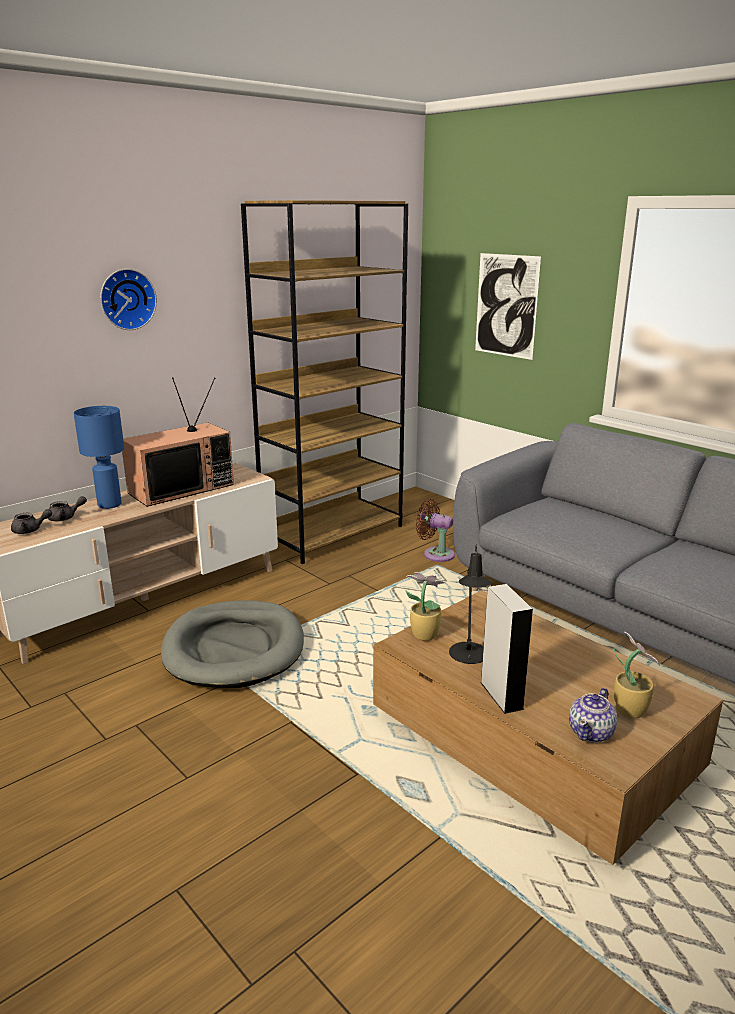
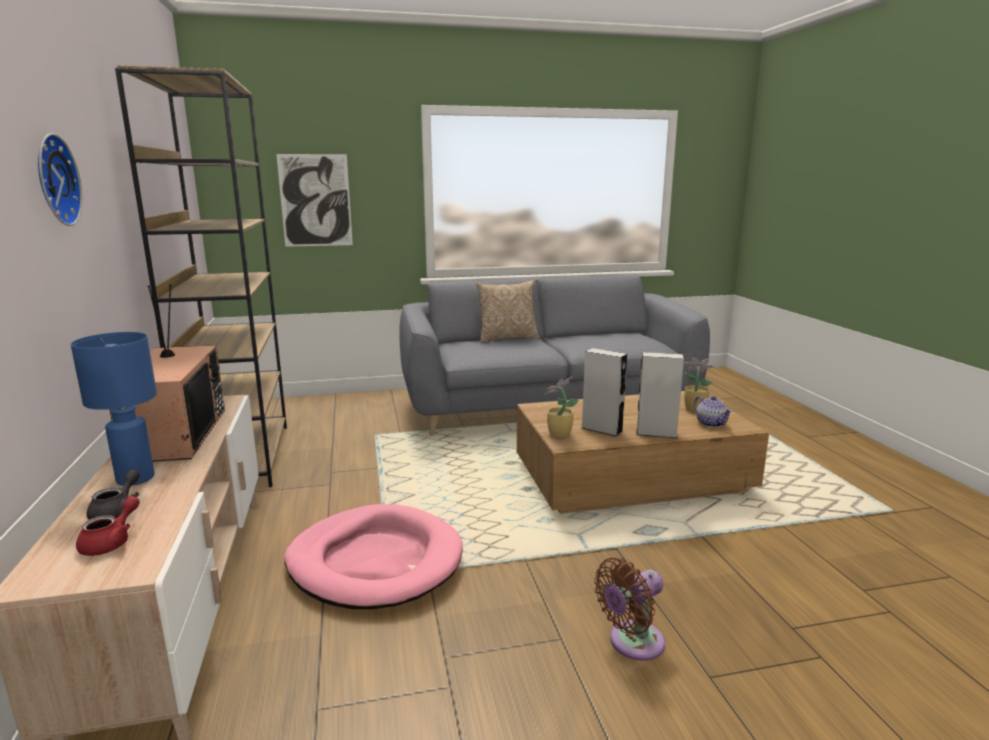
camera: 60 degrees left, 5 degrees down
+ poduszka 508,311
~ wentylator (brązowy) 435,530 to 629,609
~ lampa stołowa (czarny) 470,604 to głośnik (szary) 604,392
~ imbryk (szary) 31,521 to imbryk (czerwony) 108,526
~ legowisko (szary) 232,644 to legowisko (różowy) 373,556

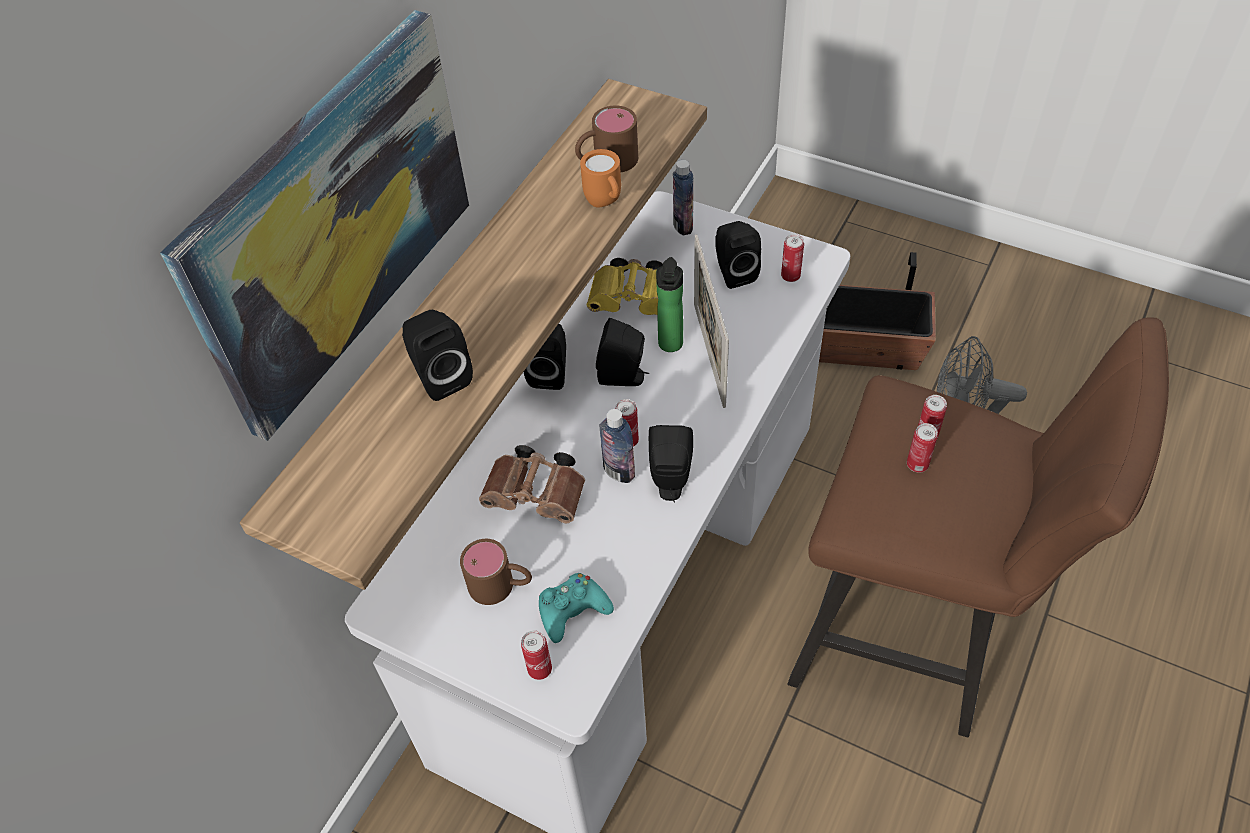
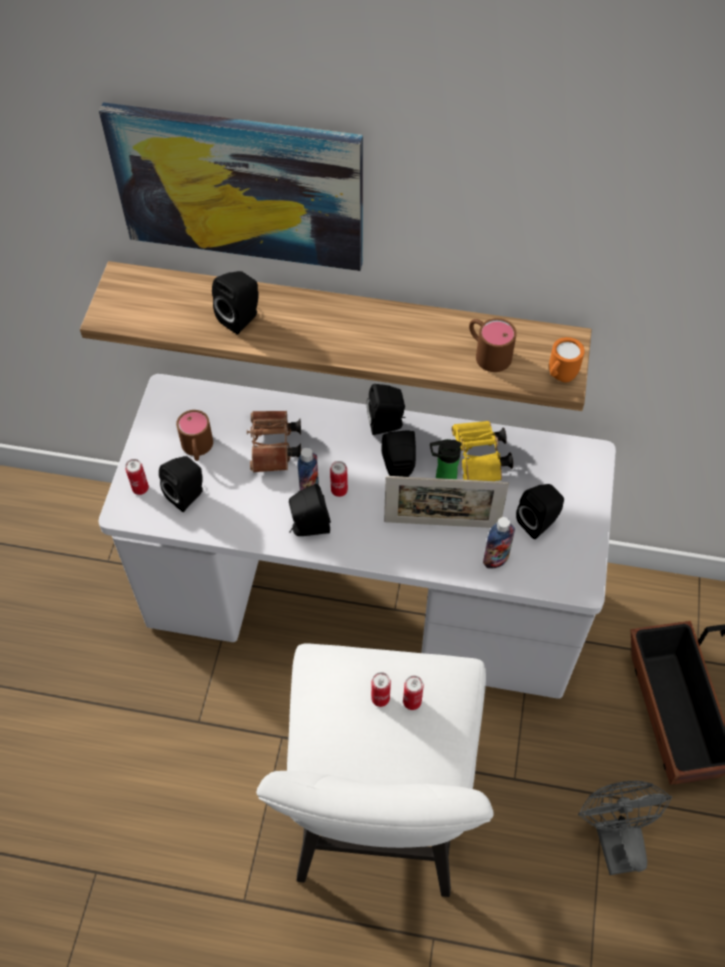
camera: 70 degrees right, 5 degrees up
- puszka 792,258
~ kubek (pomarańczowy) 600,178 to 567,359
~ butelka 683,198 to 499,543
~ pad do gier (turkusowy) 576,608 to głośnik (czarny) 181,484
~ stołek (brązowy) 978,527 to stołek (biały) 375,770
~ ramka na zdjęcie 711,321 = 446,502 150 degrees counterclockwise

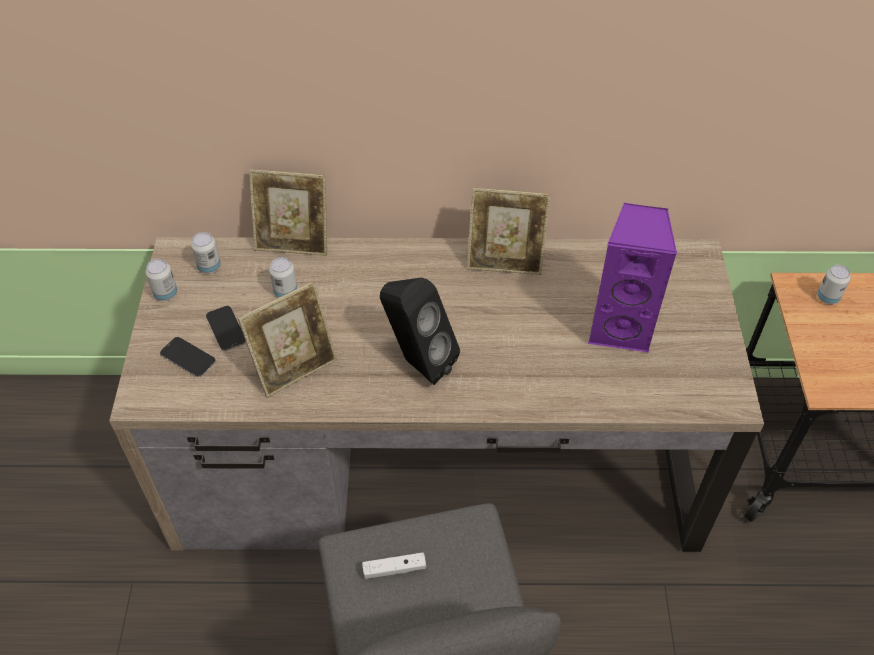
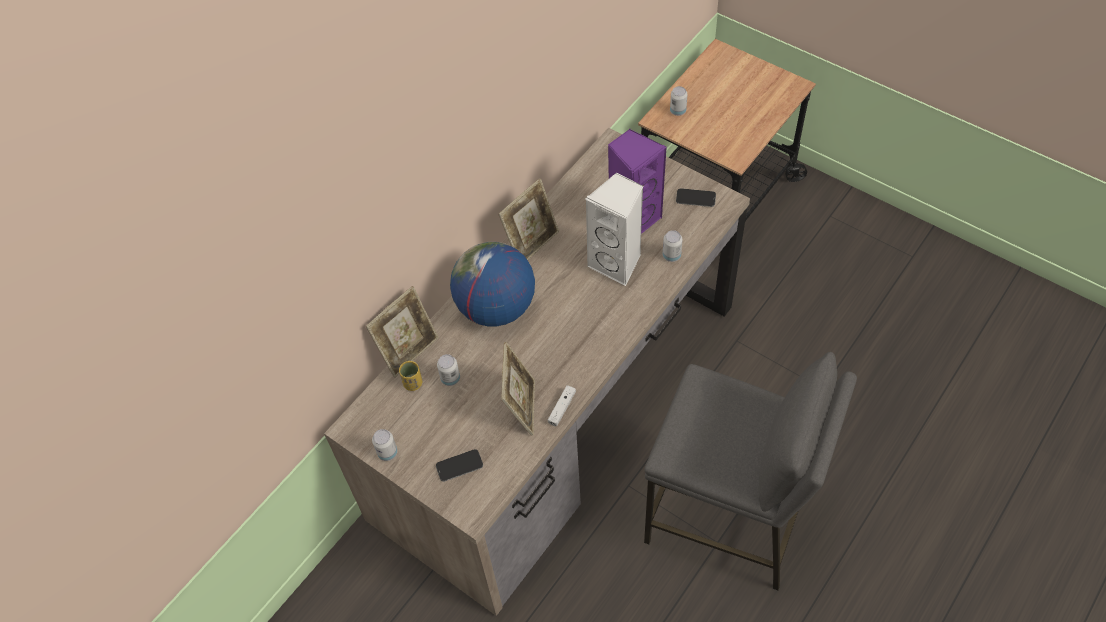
camera: 50 degrees left, 5 degrees up
- głośnik (czarny) 420,331
+ filiżanka (żółty) 410,376
+ globus 492,284
+ głośnik (biały) 614,229
~ puszka 206,253 to 672,246
~ telefon 226,328 to 696,197
~ pad do gier (biały) 394,565 to 562,405

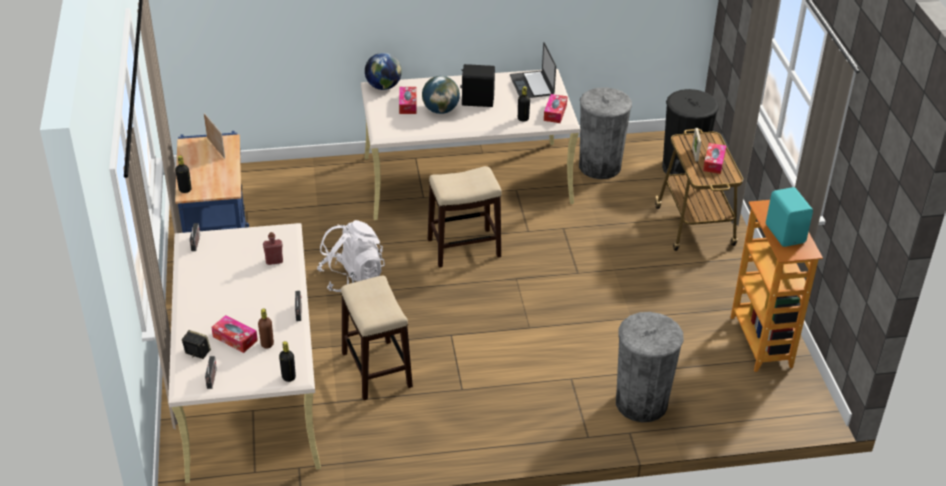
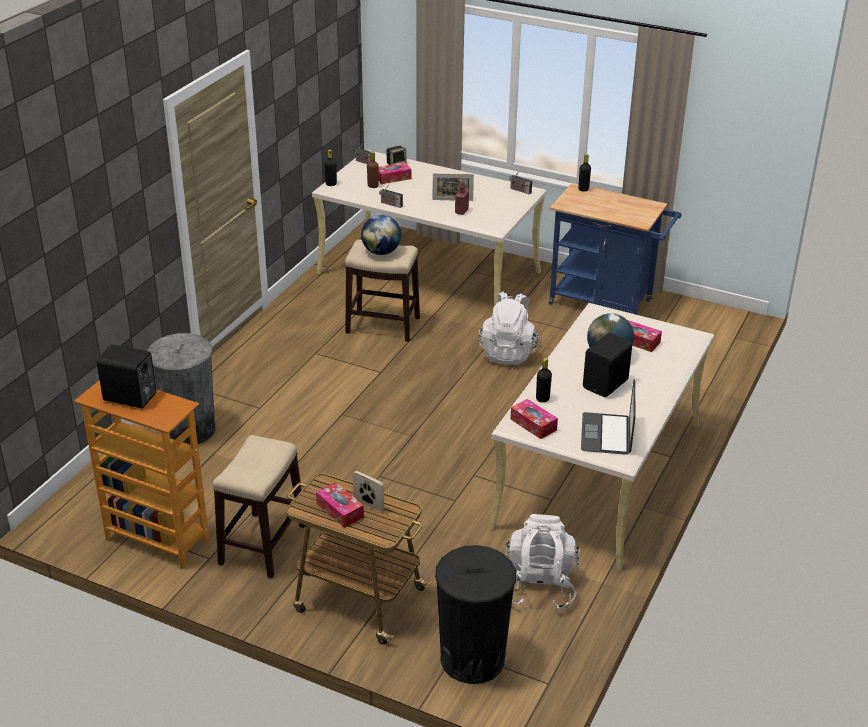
camera: 125 degrees right, 5 degrees down
~ ramka na zdjęcie 214,136 to 453,187
~ globus 383,71 to 381,235
~ stołek 465,217 to 259,506
~ kosz na śmieci (szary) 605,133 to plecak (biały) 542,562
~ głośnik (turkusowy) 789,217 to głośnik (czarny) 126,376
~ laptop 533,70 = 608,417 105 degrees counterclockwise

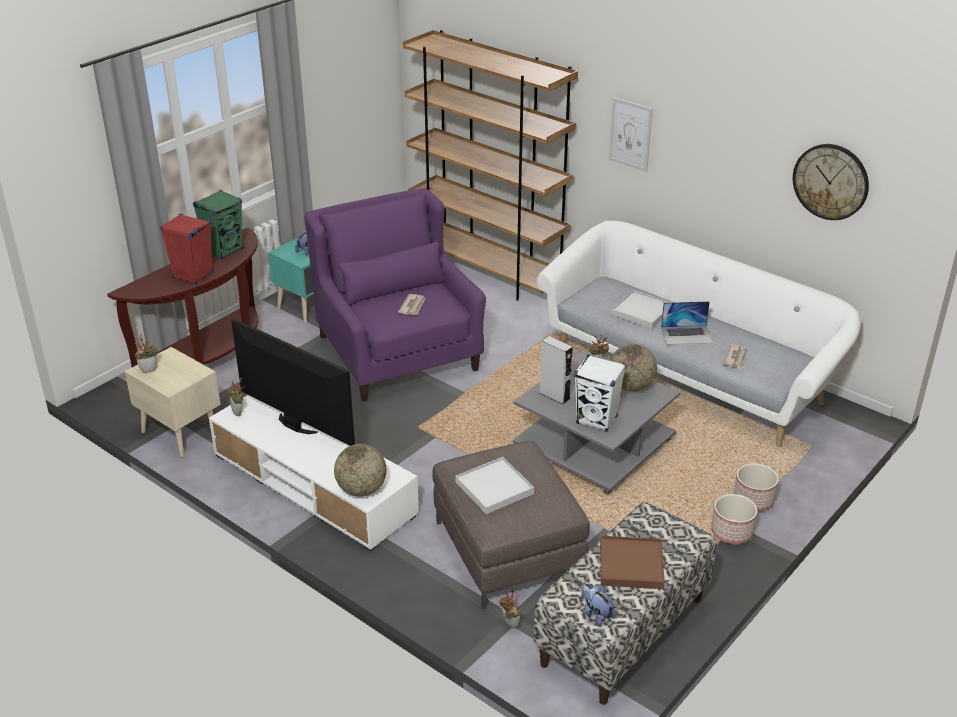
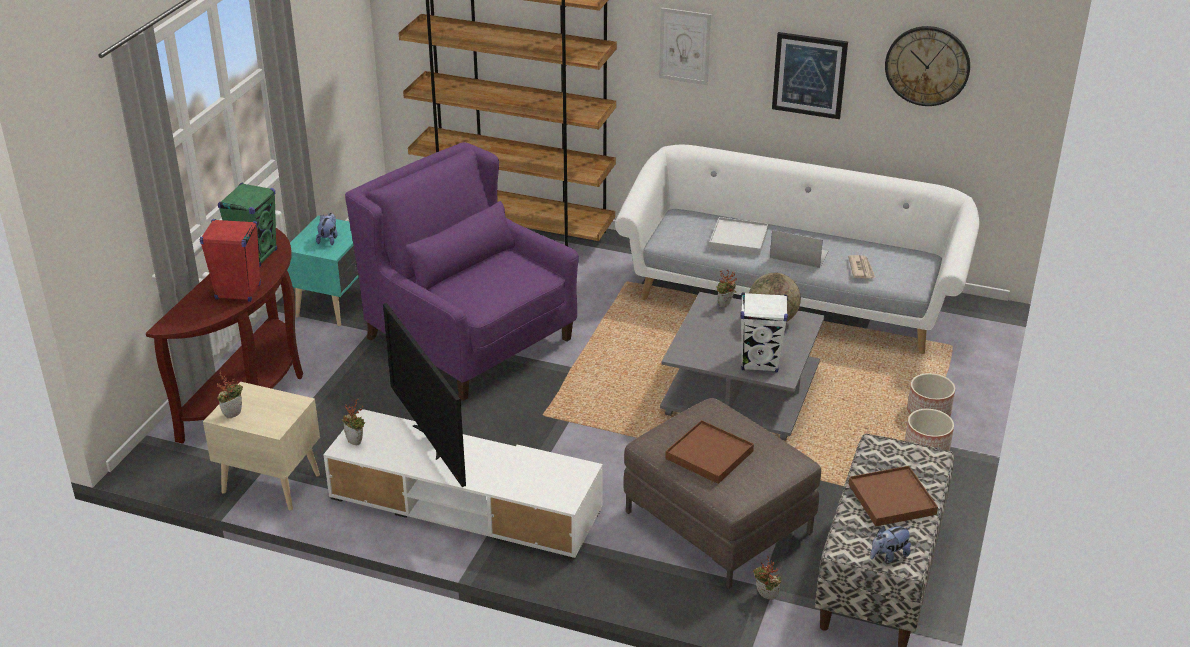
camera: 20 degrees left, 0 degrees up
- globus 360,470
- gazeta 411,304
- głośnik (szary) 556,370
+ obraz 810,75
~ taca (biały) 495,485 to taca (brązowy) 709,452
~ telewizor 293,382 = 424,395 135 degrees counterclockwise
~ pluszak 598,605 = 890,544 60 degrees counterclockwise
~ laptop 687,323 = 799,249 135 degrees counterclockwise

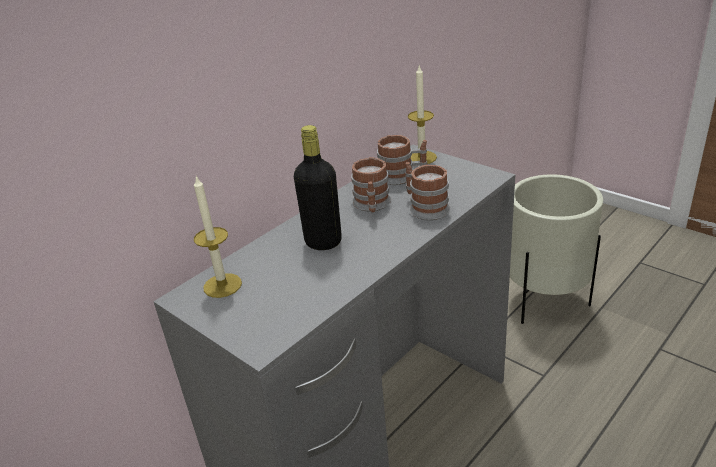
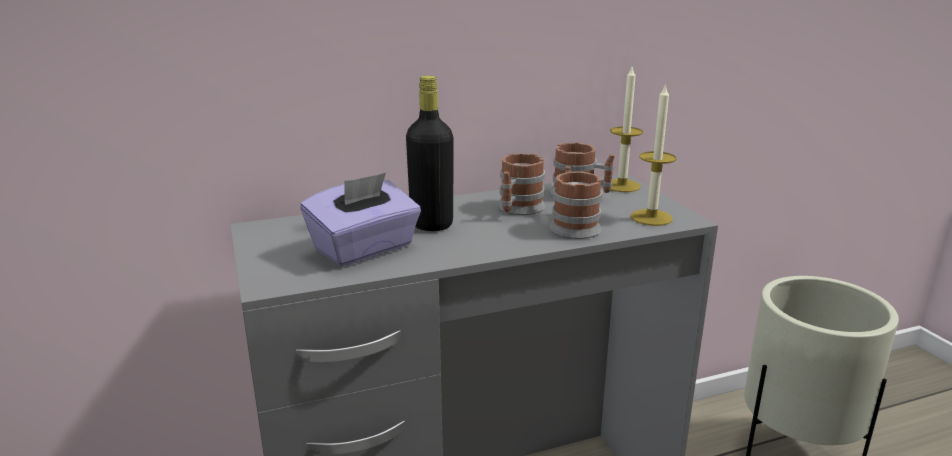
camera: 25 degrees right, 10 degrees down
+ pudełko chusteczek (fioletowy) 361,219
~ świeca 218,237 to 653,154

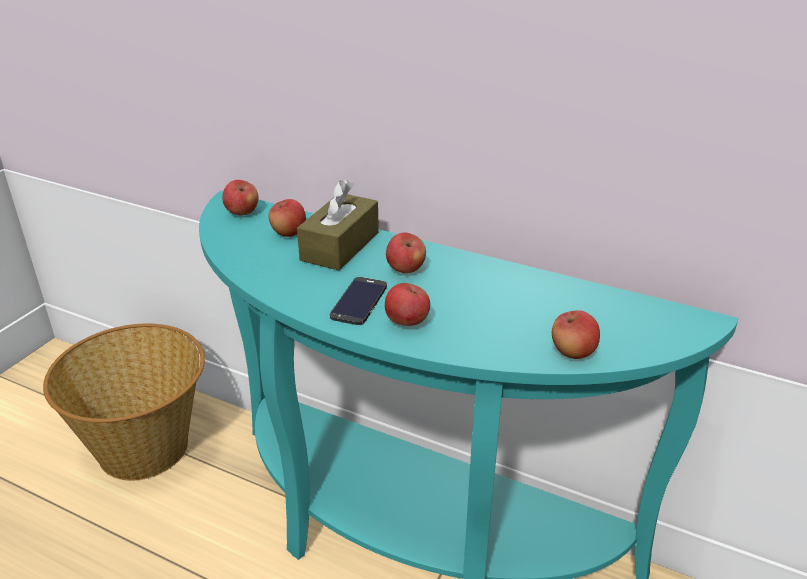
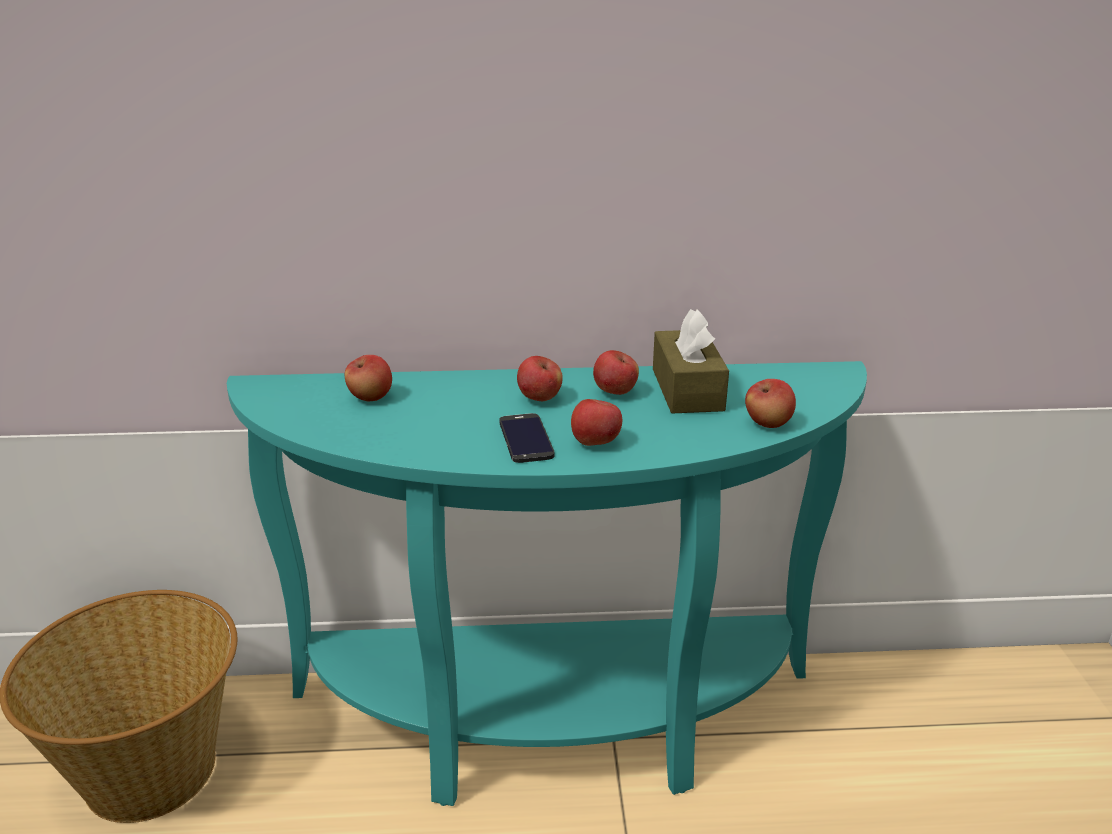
camera: 30 degrees left, 5 degrees down
~ jabłko 240,197 to 616,372
~ pudełko chusteczek (brązowy) 338,225 to 691,361

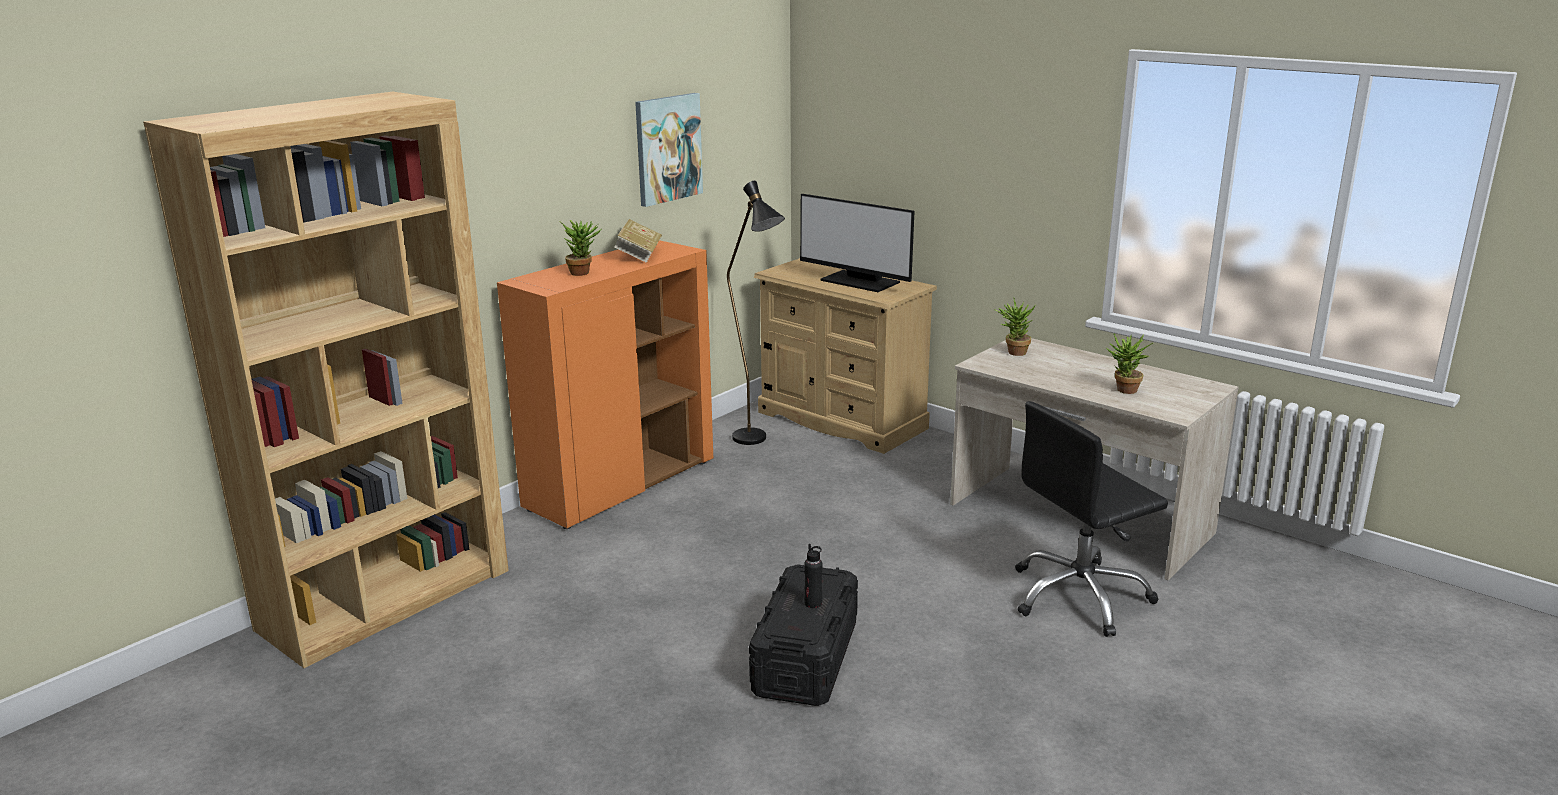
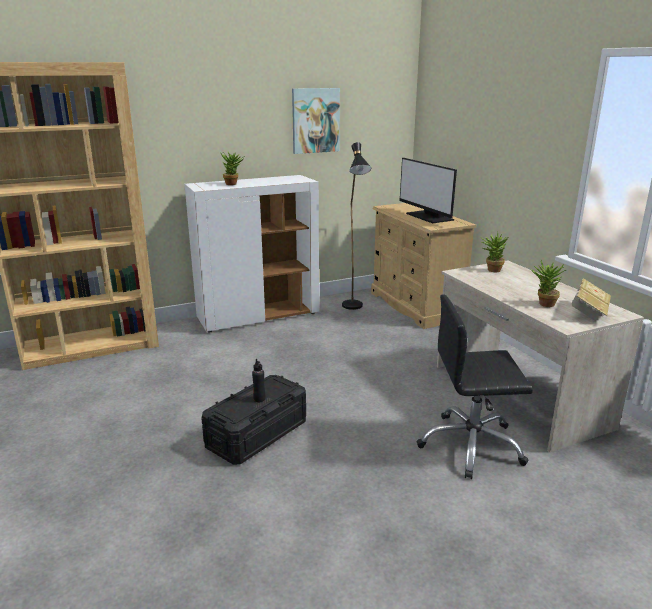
camera: 25 degrees right, 0 degrees up
~ książka 638,241 to 591,300
~ szafka (pomarańczowy) 605,384 to szafka (biały) 252,254

